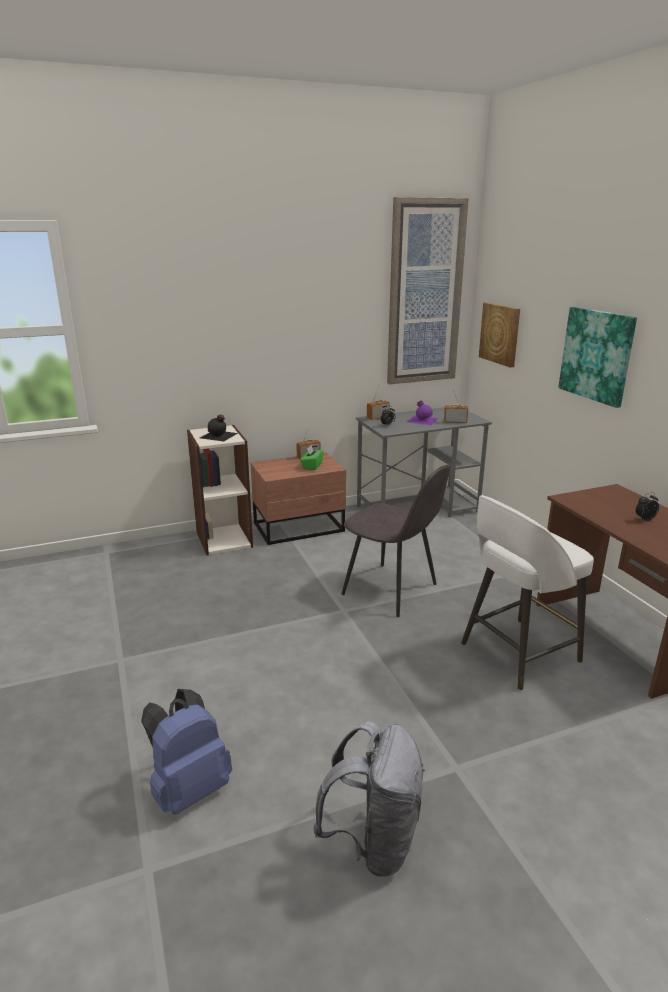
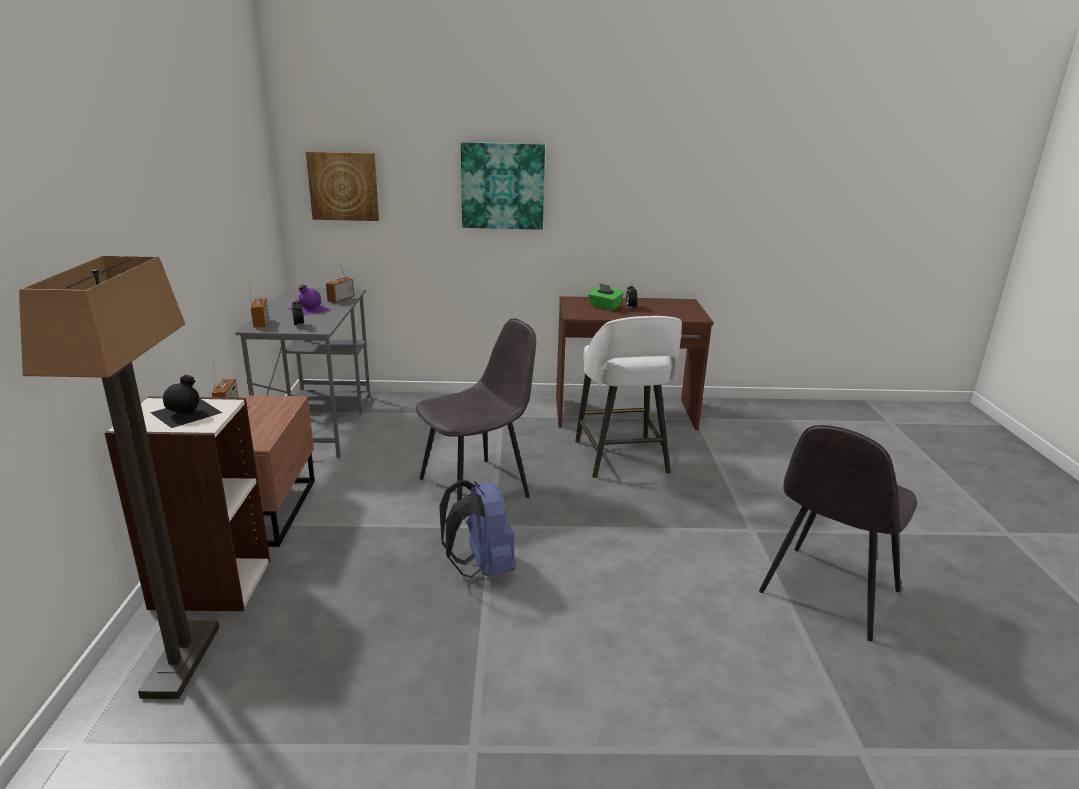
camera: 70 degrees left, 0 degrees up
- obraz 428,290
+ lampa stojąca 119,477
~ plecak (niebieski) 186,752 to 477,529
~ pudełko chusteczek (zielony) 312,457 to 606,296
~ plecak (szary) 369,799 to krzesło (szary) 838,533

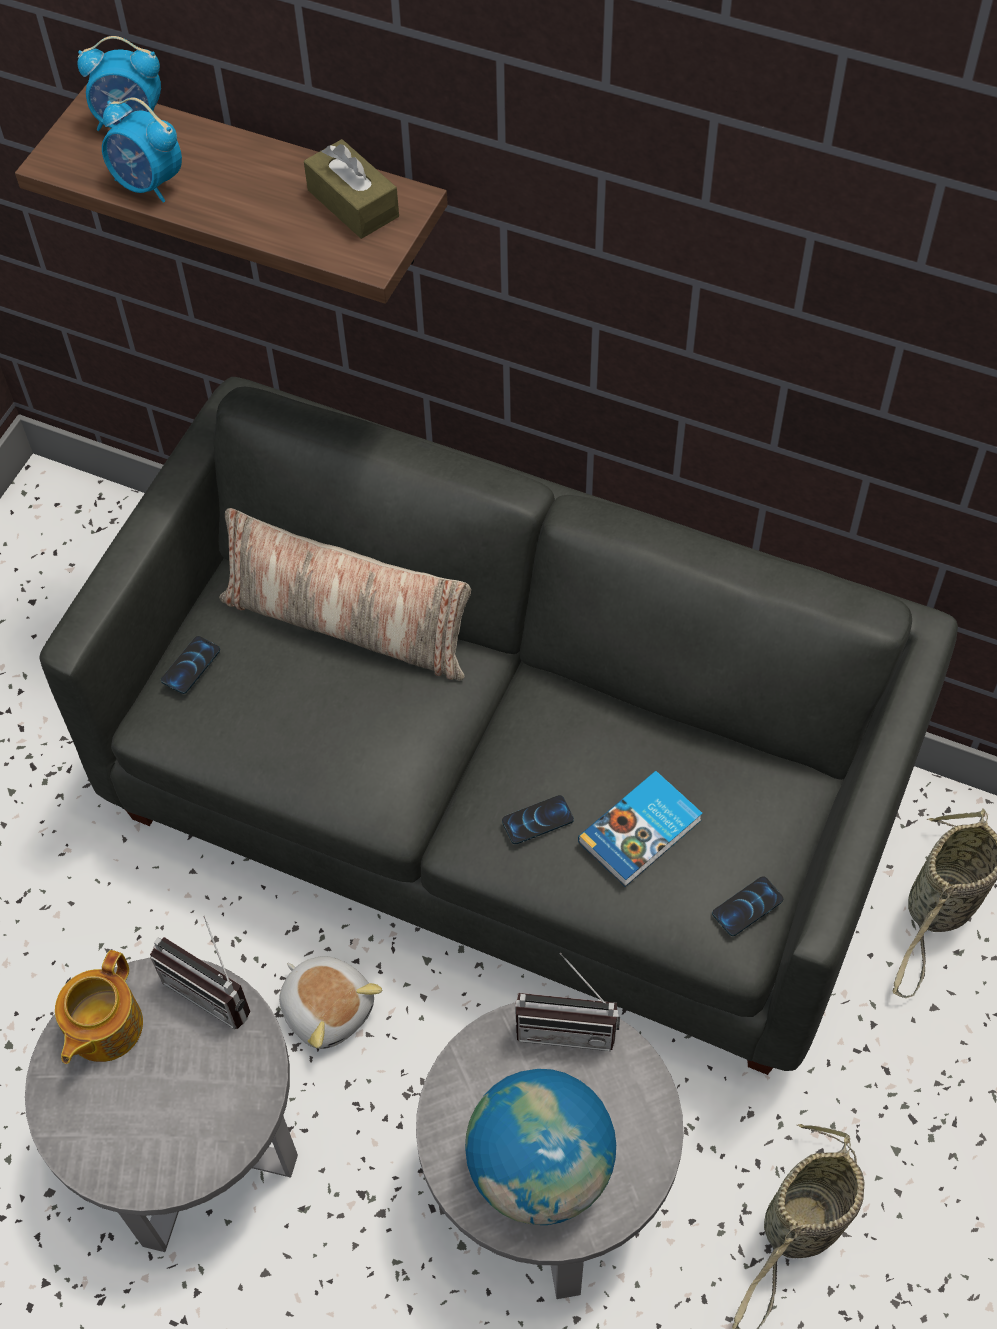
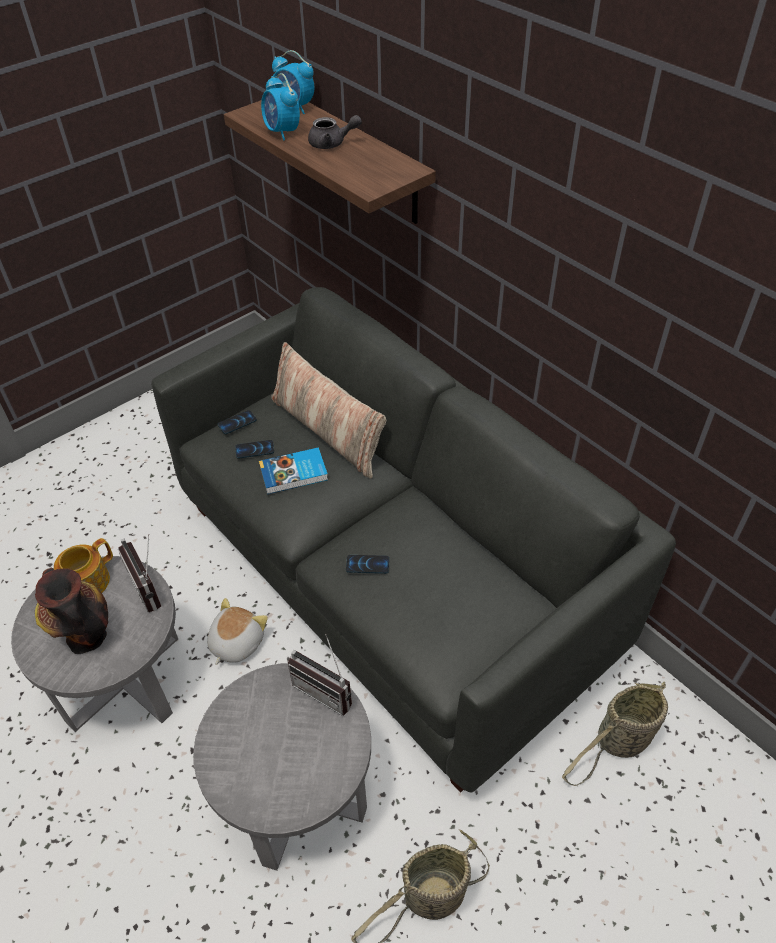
camera: 25 degrees right, 10 degrees down
- pudełko chusteczek (brązowy) 351,189
- globus 540,1147
+ wazon 71,611
+ imbryk (szary) 335,132
~ książka 640,829 to 293,470
~ telefon 747,906 to 254,449
~ pluszak 330,1002 = 237,631 135 degrees counterclockwise

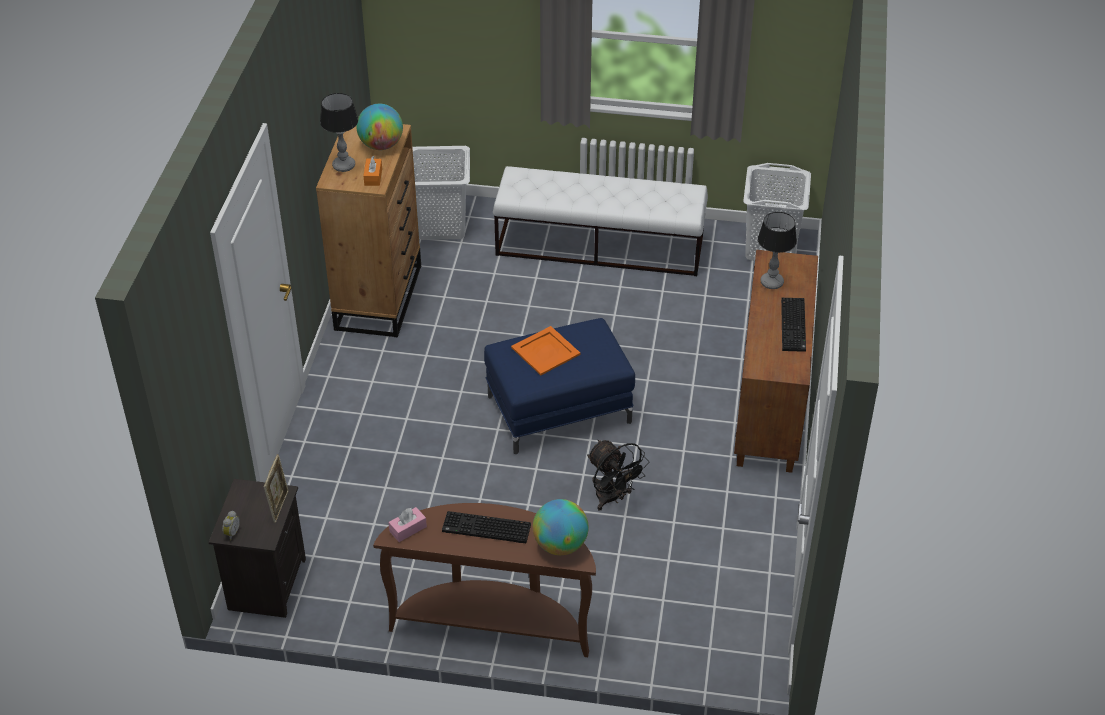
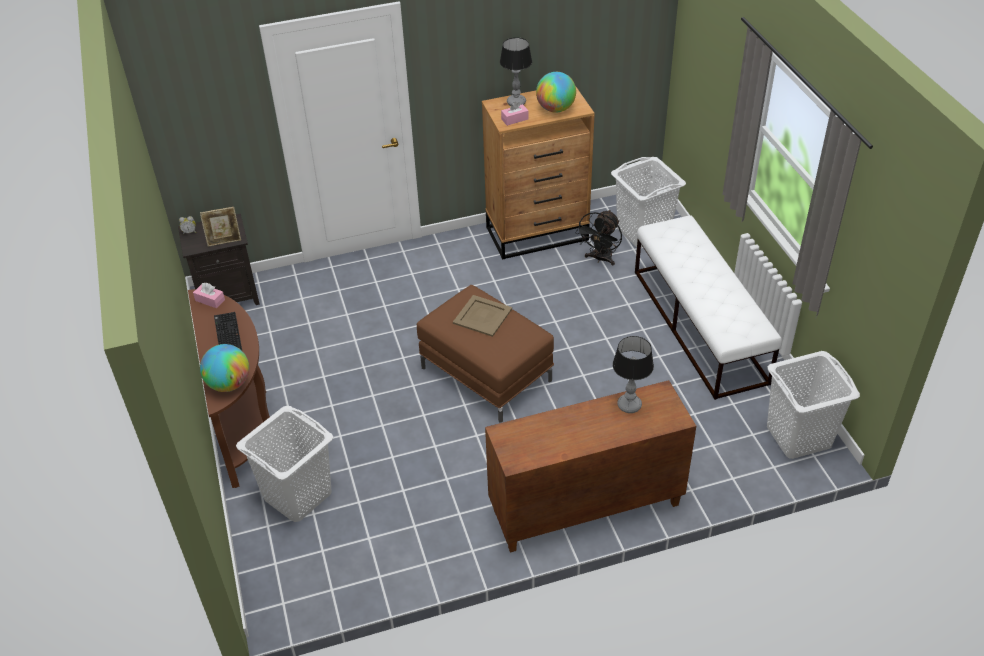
camera: 65 degrees right, 0 degrees up
- klawiatura 793,325
+ kosz na pranie (biały) 284,464
~ wentylator (czarny) 618,475 to 598,237
~ pudełko chusteczek (pomarańczowy) 372,171 to pudełko chusteczek (różowy) 515,114
~ pufa (niebieski) 559,386 to pufa (brązowy) 485,354
~ taca (pomarańczowy) 546,350 to taca (beżowy) 482,316

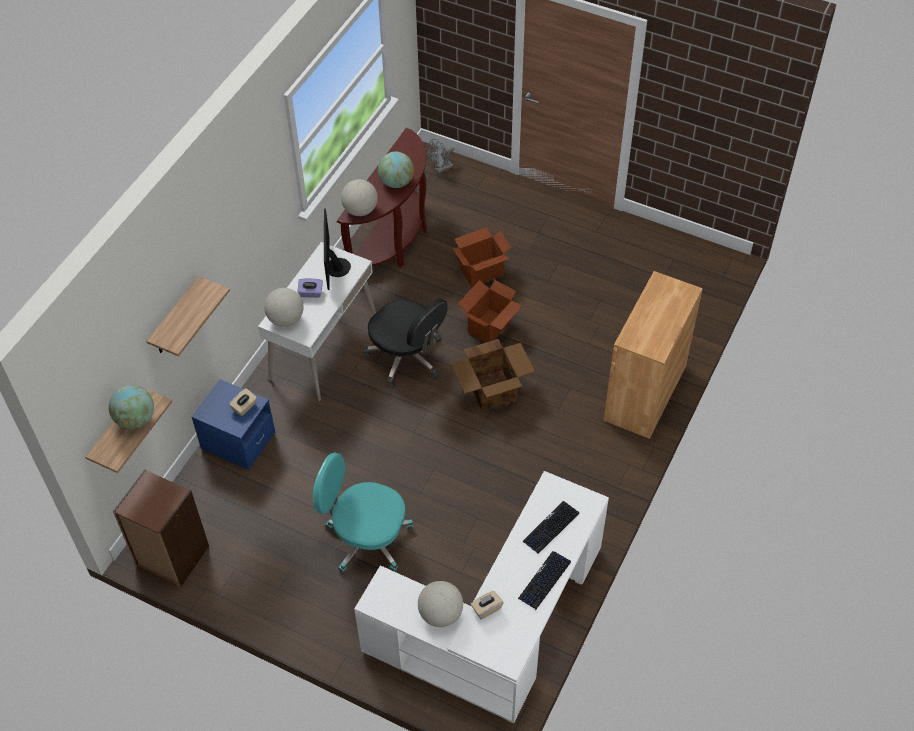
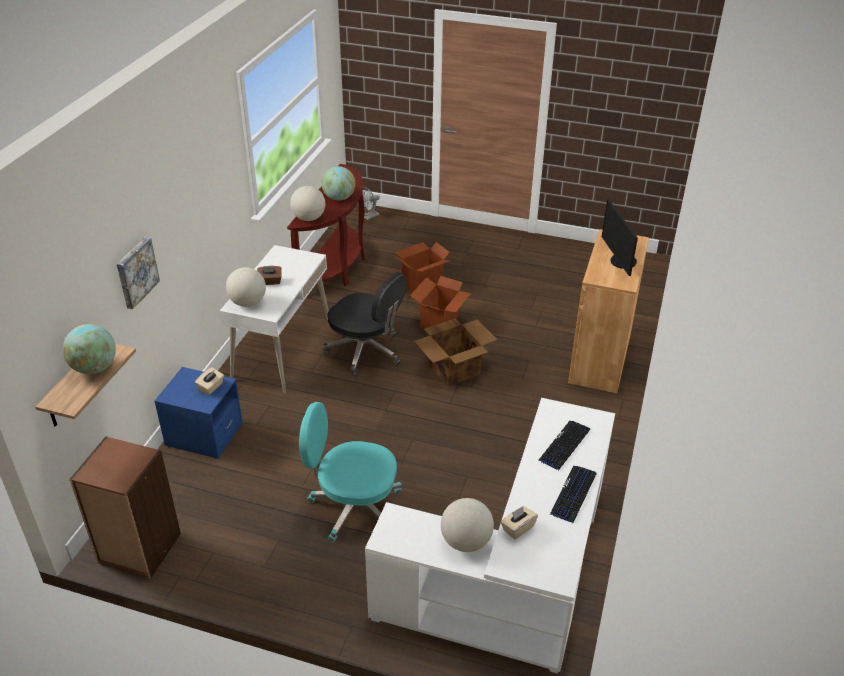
camera: 10 degrees left, 15 degrees down
~ monitor 337,249 to 620,238
~ półka 188,316 to obraz 138,273
~ pudełko chusteczek (fioletowy) 310,288 to pudełko chusteczek (brązowy) 269,275

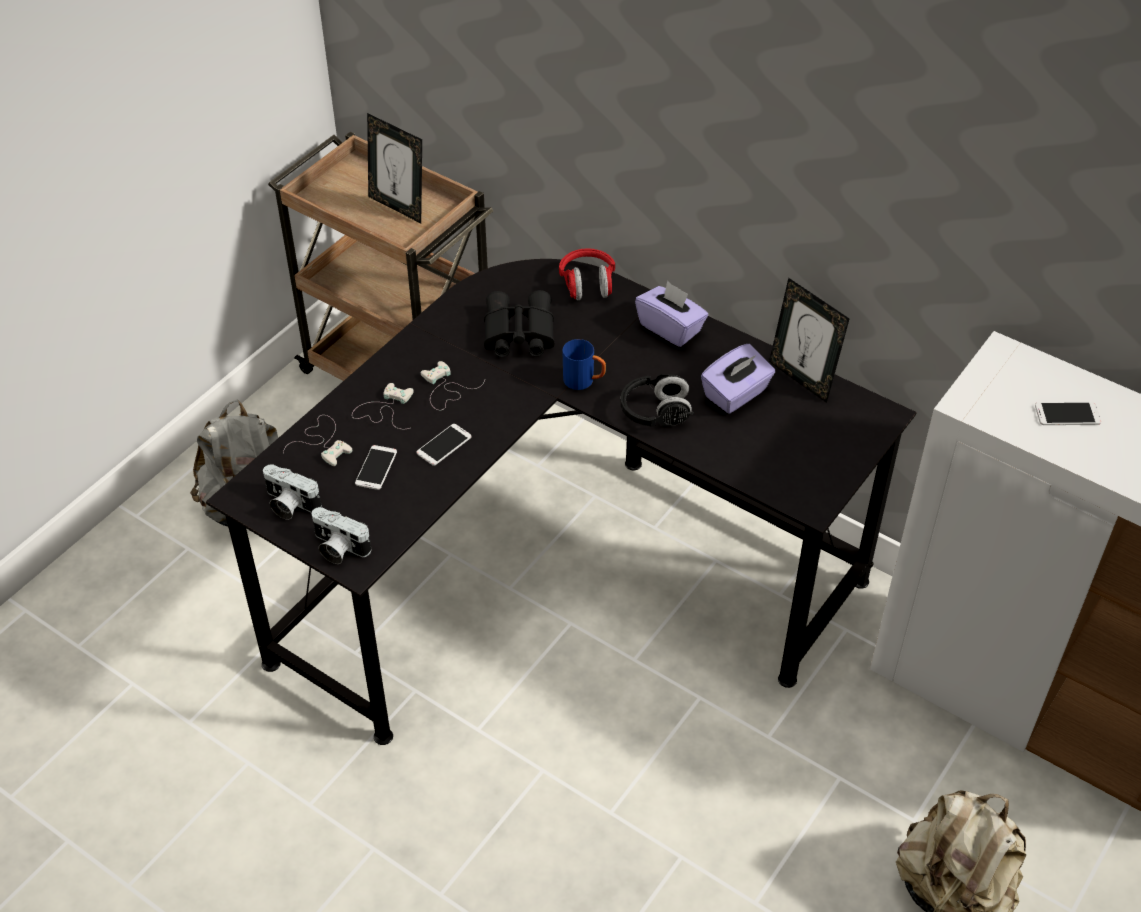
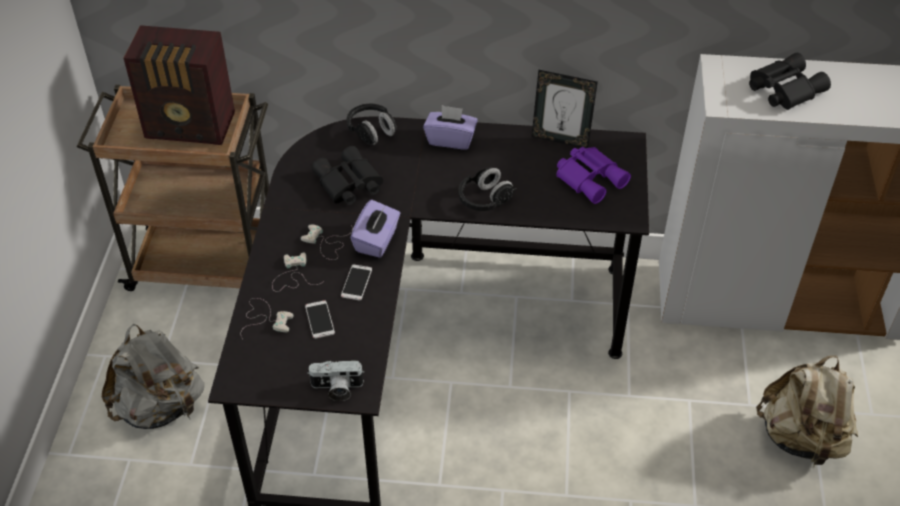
camera: 30 degrees left, 0 degrees up
- aparat fotograficzny 292,492
- kubek (niebieski) 584,364
+ lornetka (fioletowy) 593,175
~ pudełko chusteczek (fioletowy) 738,378 to 375,229
~ ramka na zdjęcie 394,168 to radio 179,85
~ telefon 1068,413 to lornetka (czarny) 790,81
~ słuchawki (czerwony) 587,274 to słuchawki (czarny) 372,124

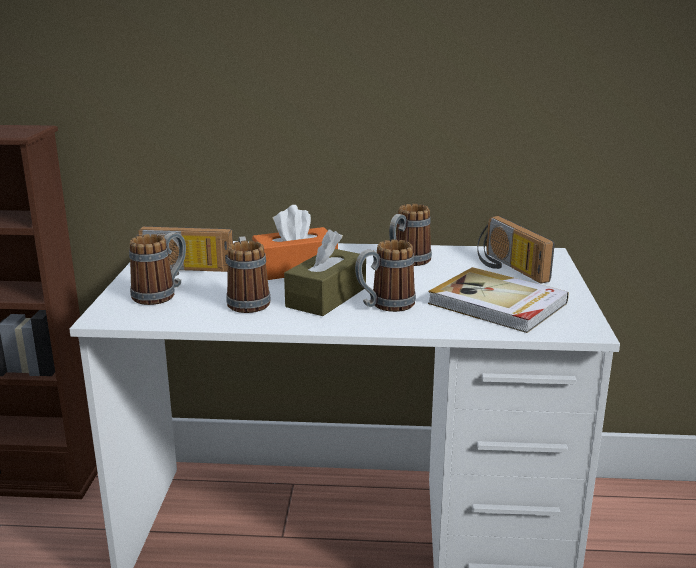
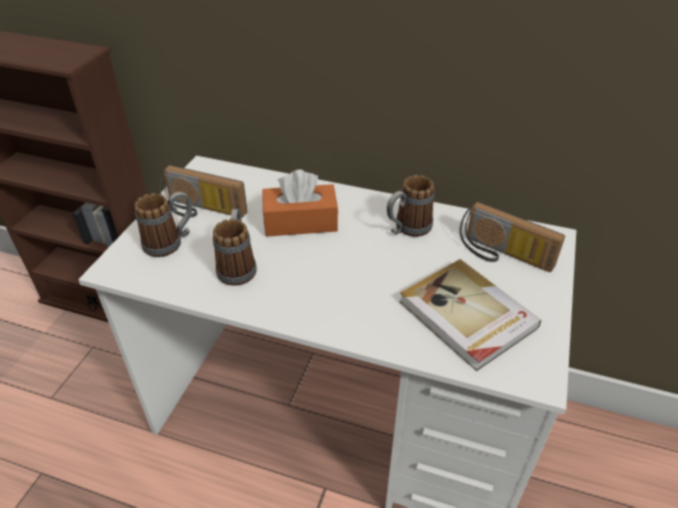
camera: 15 degrees right, 20 degrees up
- pudełko chusteczek (brązowy) 325,273
- kubek 385,275
~ radio 516,250 = 512,237 45 degrees counterclockwise

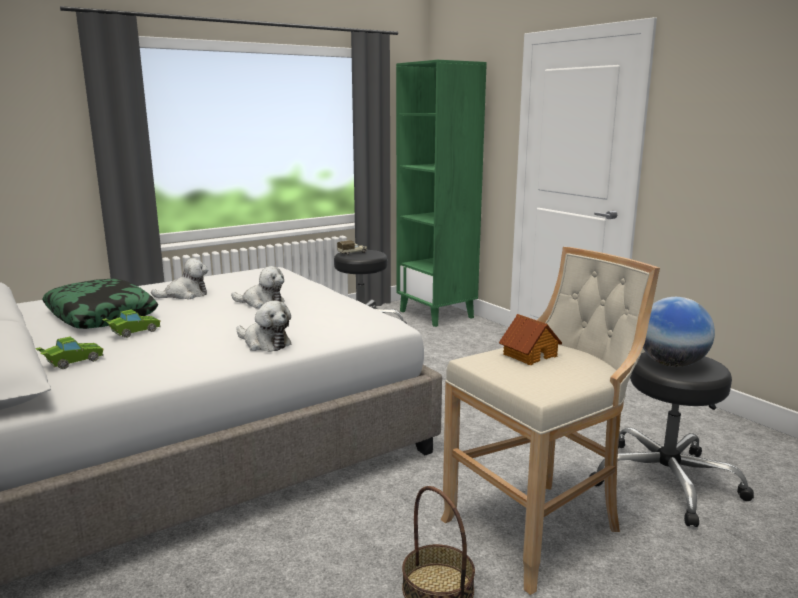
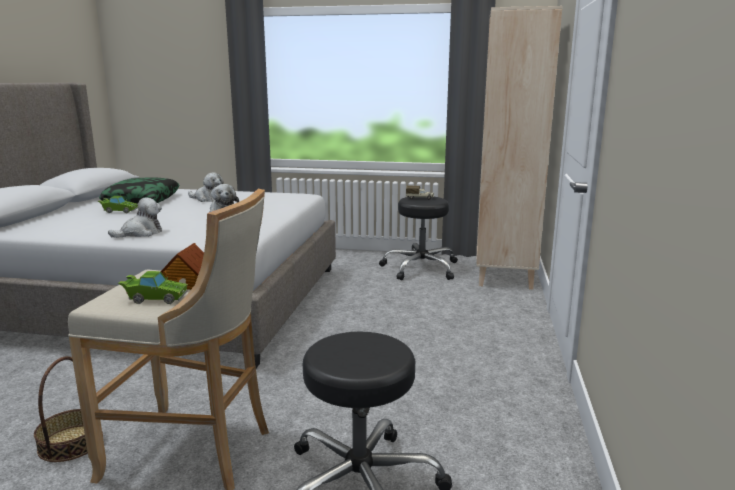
camera: 45 degrees right, 0 degrees up
- globus 679,332
~ samochodzik (zielony) 69,352 to 153,287
~ regał (zielony) 441,193 to regał (beżowy) 520,148
~ pluszak 264,326 = 135,218 120 degrees counterclockwise

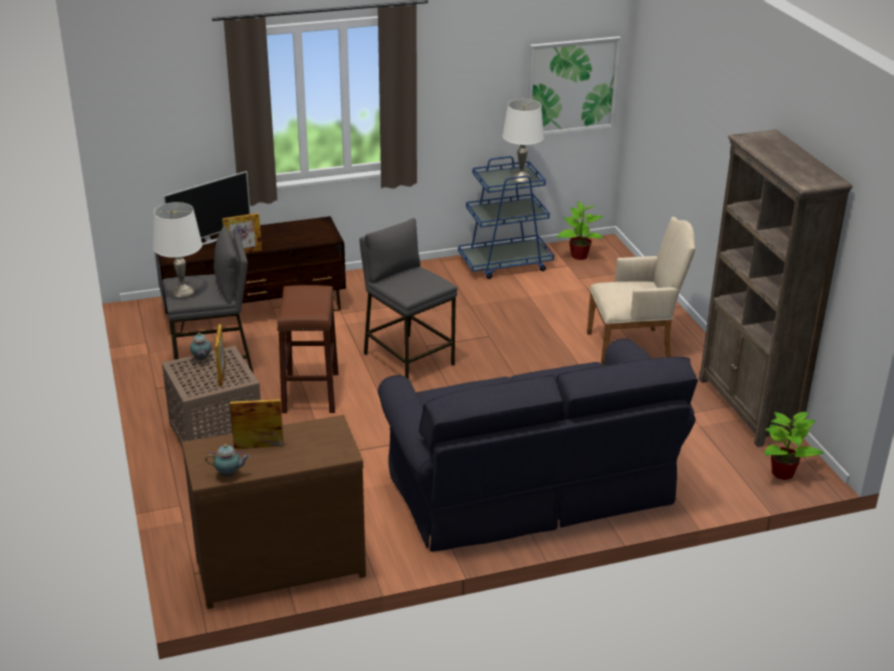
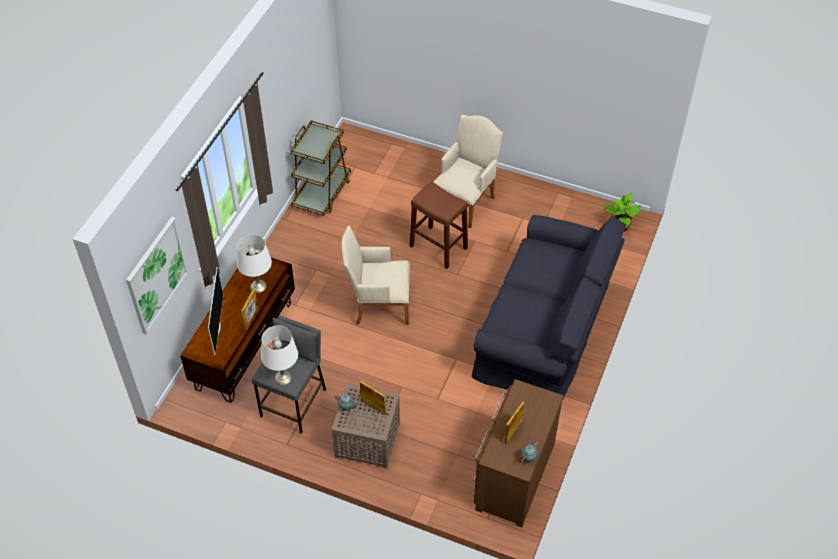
camera: 50 degrees left, 20 degrees up
- roślina doniczkowa 580,230
- regał (brązowy) 776,288
~ stołek (brązowy) 307,349 to 438,225
~ lampa stołowa (biały) 523,140 to 254,263
~ obraz 574,85 to 157,276
~ stołek (szary) 408,299 to fotel (beżowy) 375,275
~ wózek (niebieski) 506,217 to wózek (brązowy) 321,168

